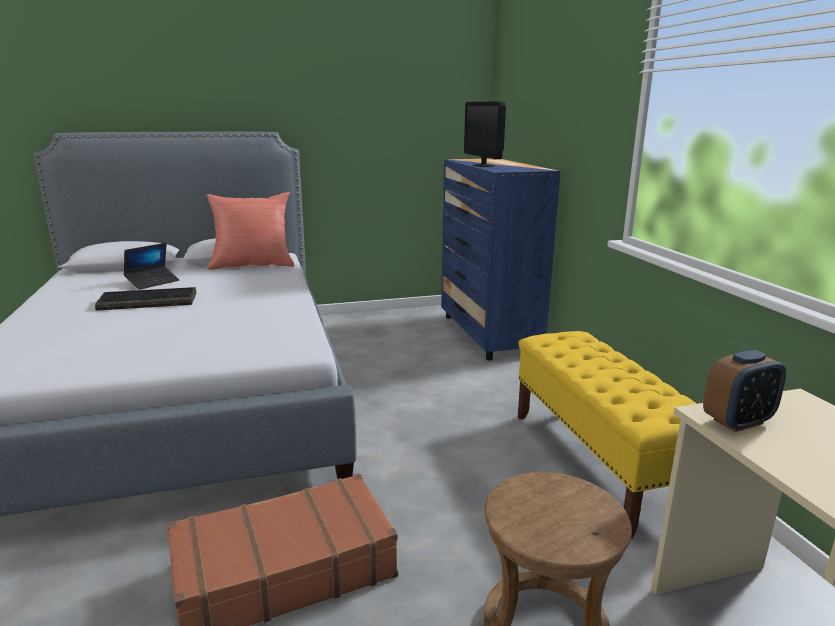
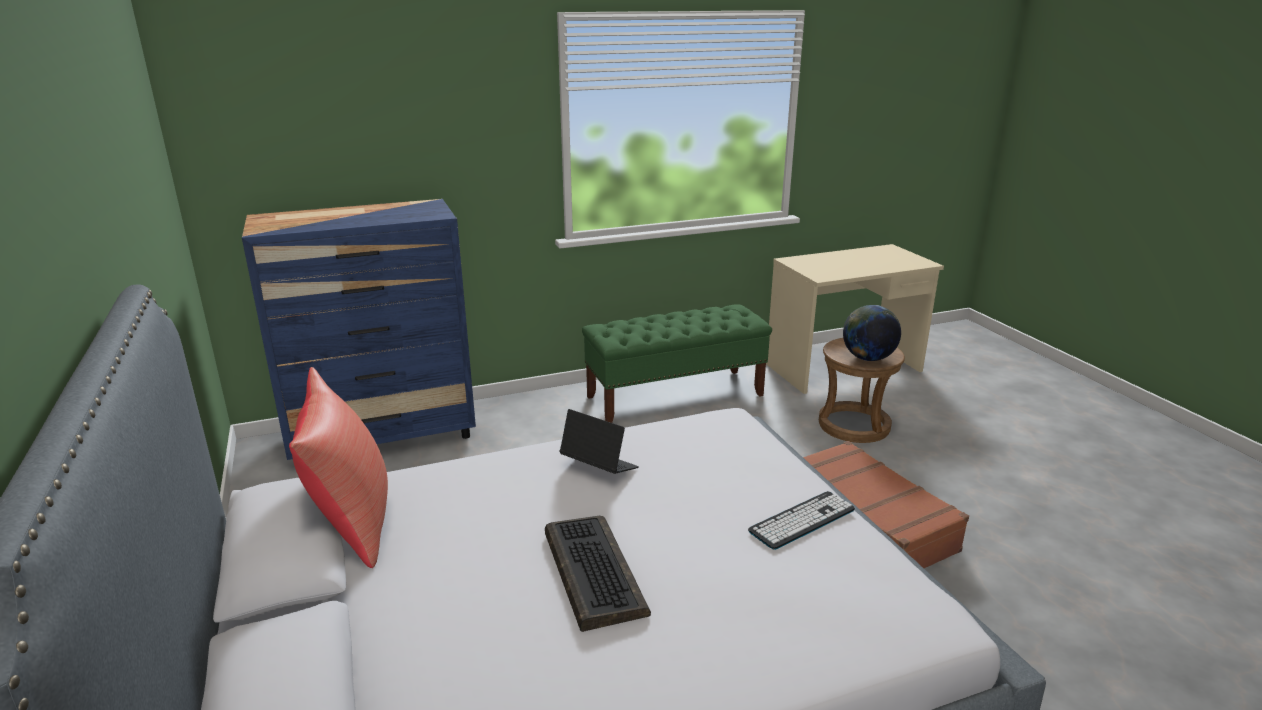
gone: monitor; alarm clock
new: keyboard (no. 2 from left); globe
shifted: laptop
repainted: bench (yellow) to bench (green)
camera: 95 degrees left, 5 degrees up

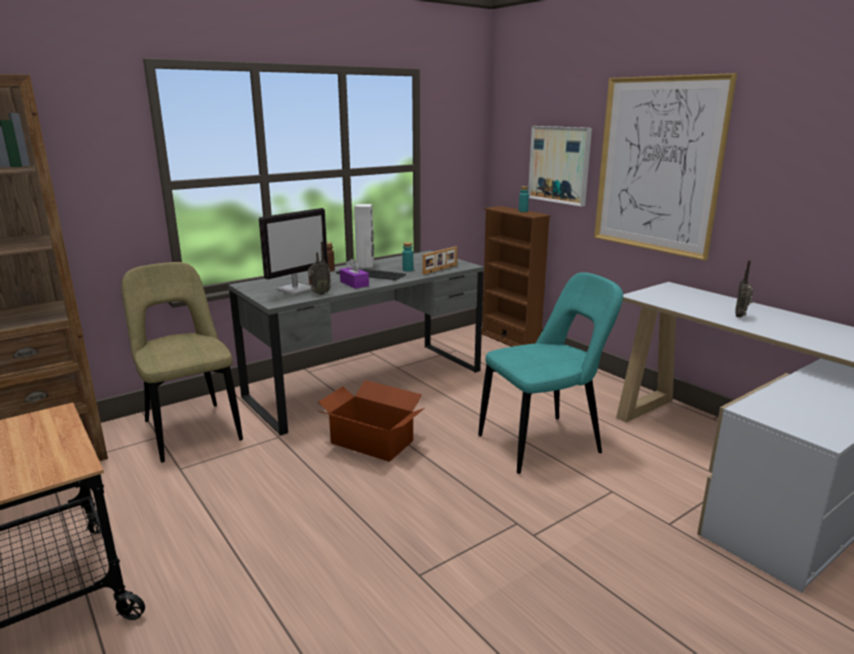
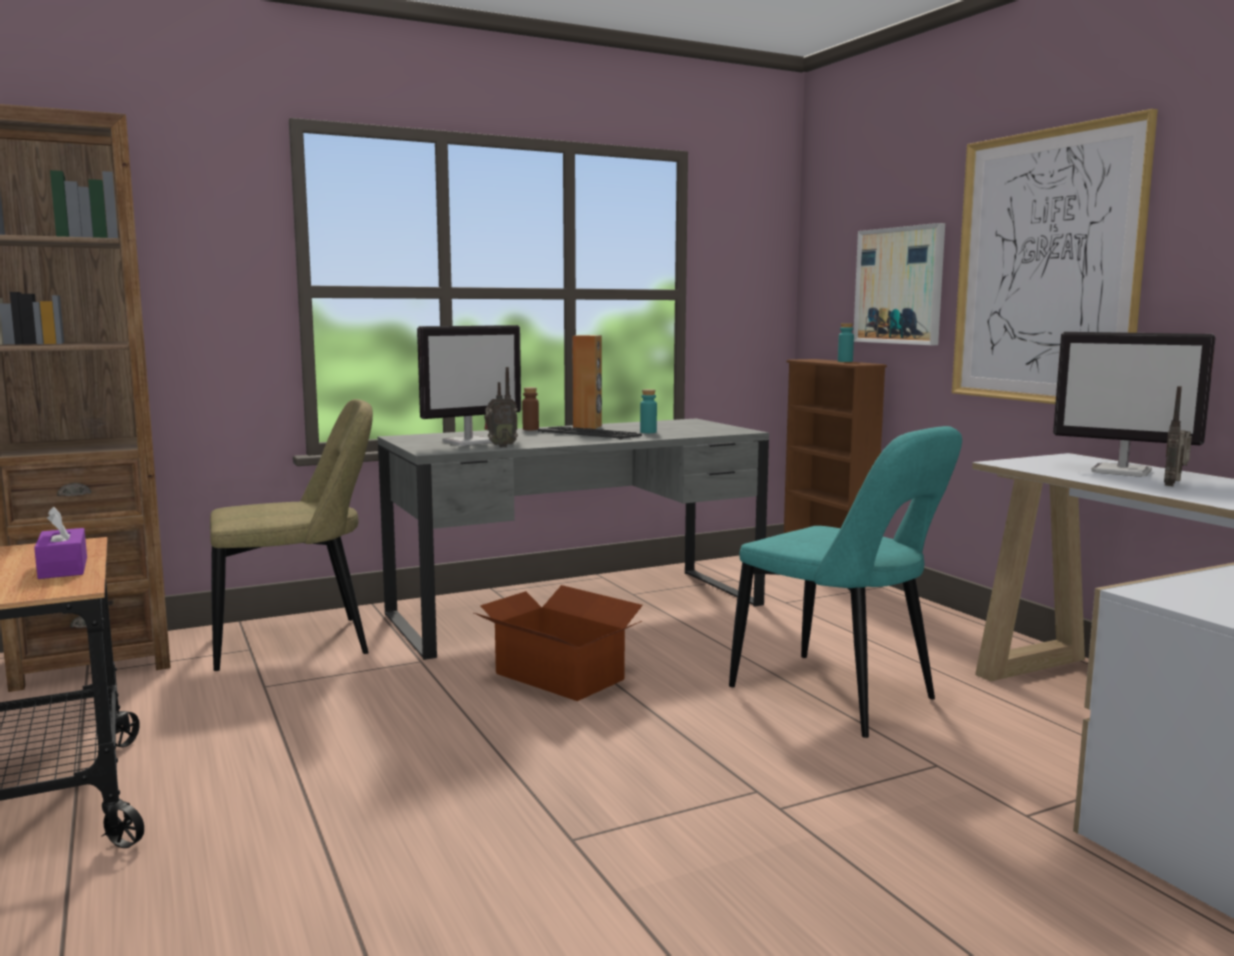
gone: picture frame
new: monitor (no. 2 from left)
shifted: tissue box (purple)
repainted: speaker (white) to speaker (brown)
rotated: chair (beige) 90 degrees clockwise; chair (turquoise) 60 degrees clockwise
camera: 10 degrees right, 10 degrees down

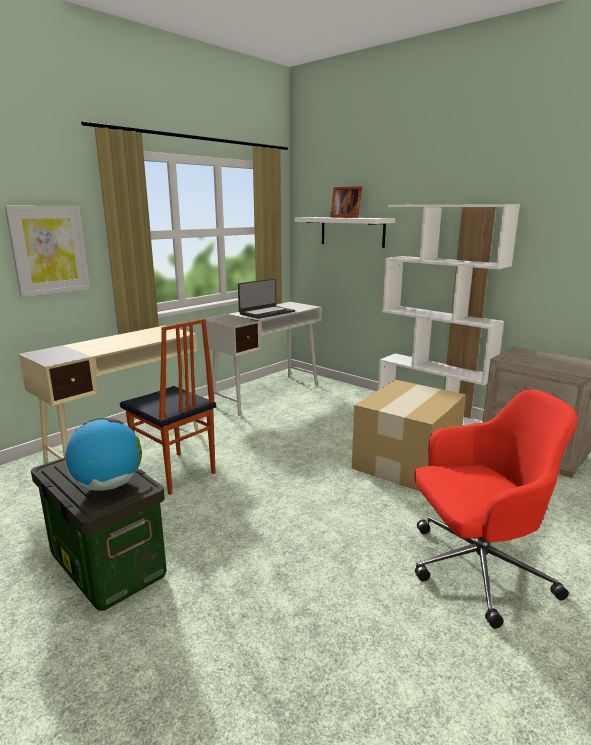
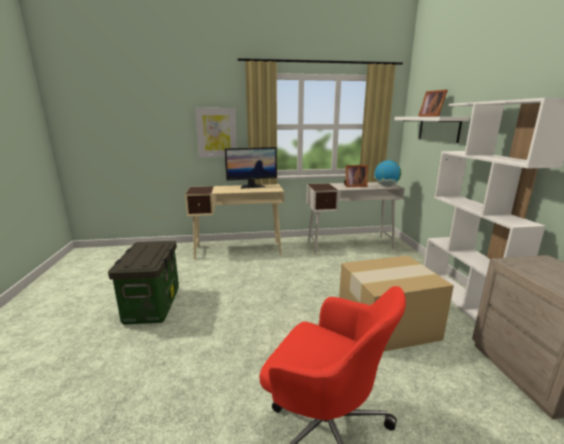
gone: chair
new: monitor
shifted: globe
swapped: laptop to picture frame (no. 1 from left)
camera: 40 degrees right, 0 degrees up

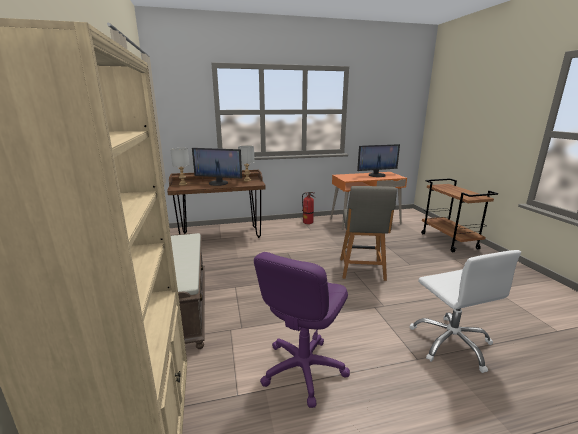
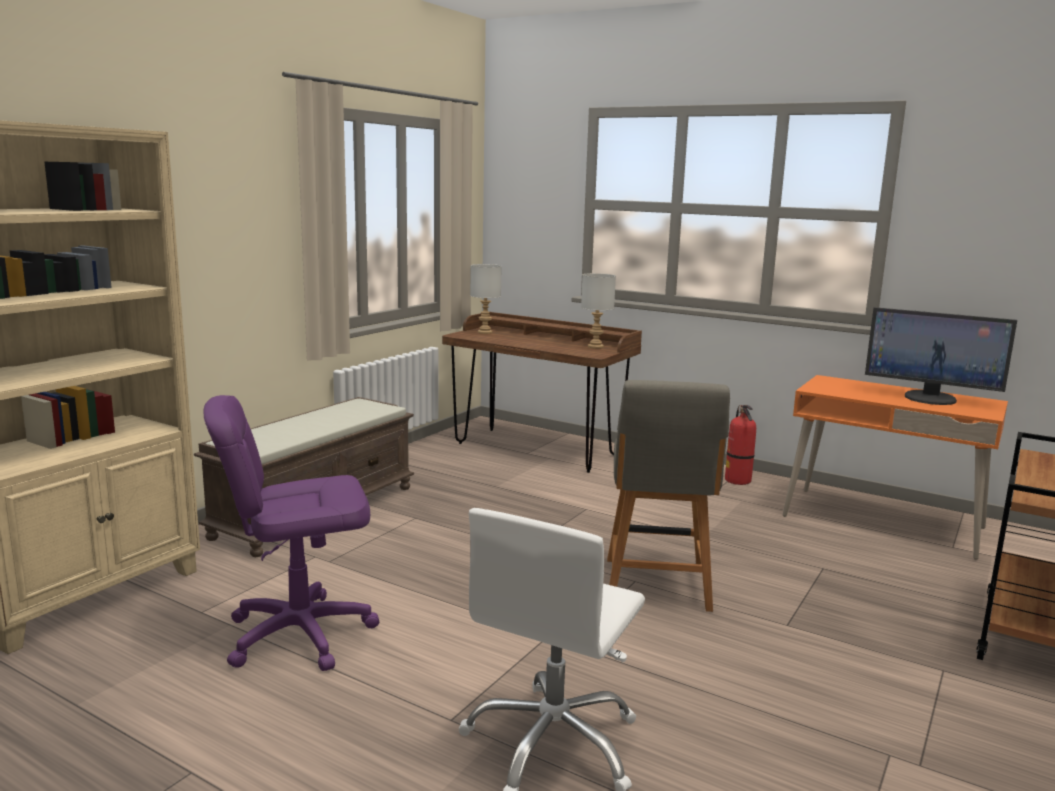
gone: monitor (no. 1 from left)
rotated: chair (grey) 45 degrees counterclockwise
camera: 45 degrees right, 5 degrees down

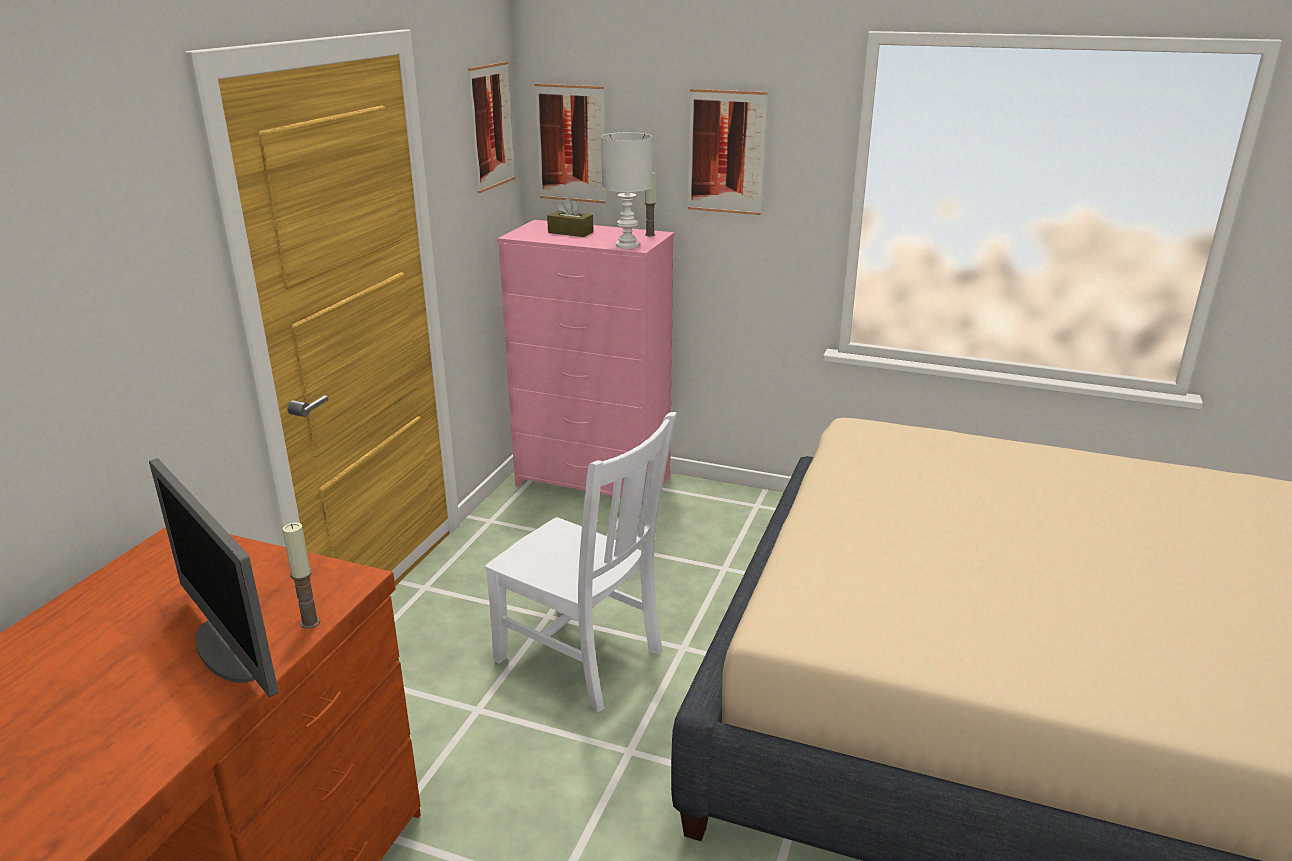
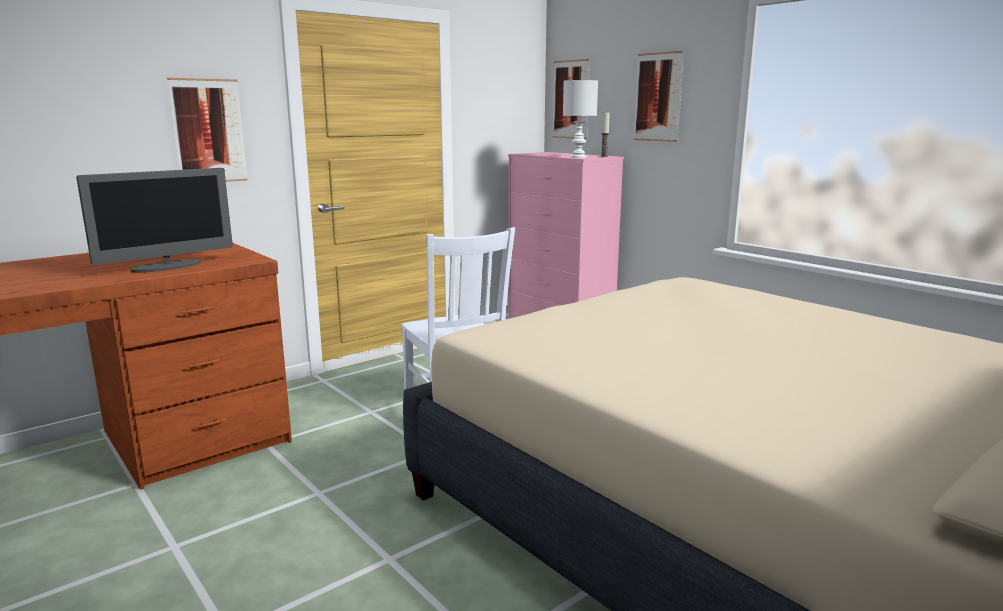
gone: candle (no. 1 from left); tissue box (brown)
shifted: picture (no. 1 from left)
rotated: monitor 120 degrees counterclockwise
camera: 30 degrees right, 10 degrees down

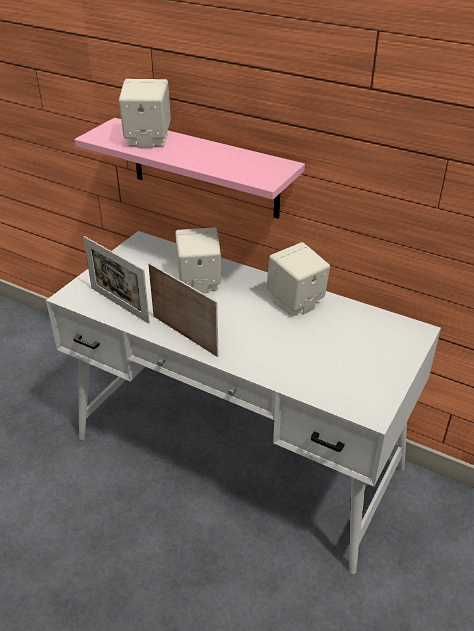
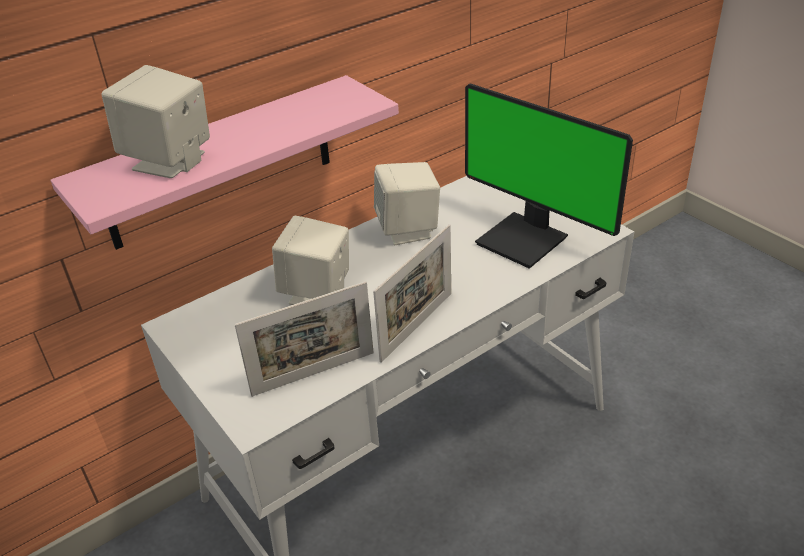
new: monitor
rotated: picture frame (no. 2 from left) 150 degrees clockwise
camera: 65 degrees left, 0 degrees up

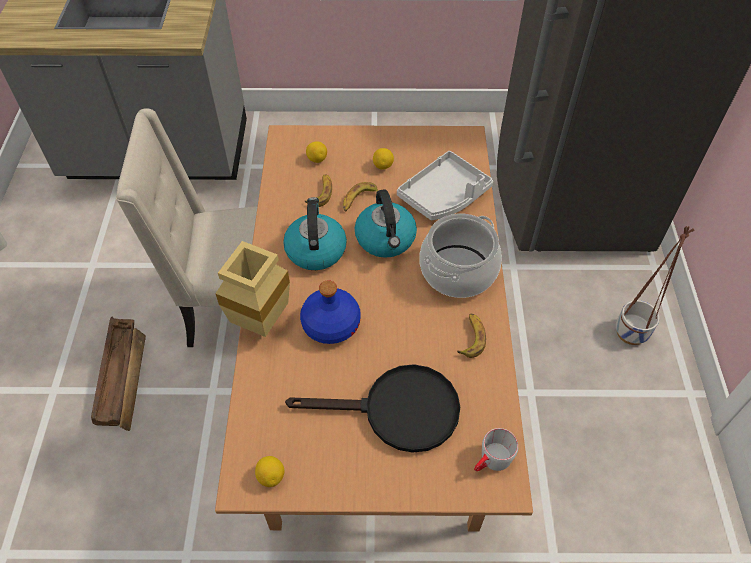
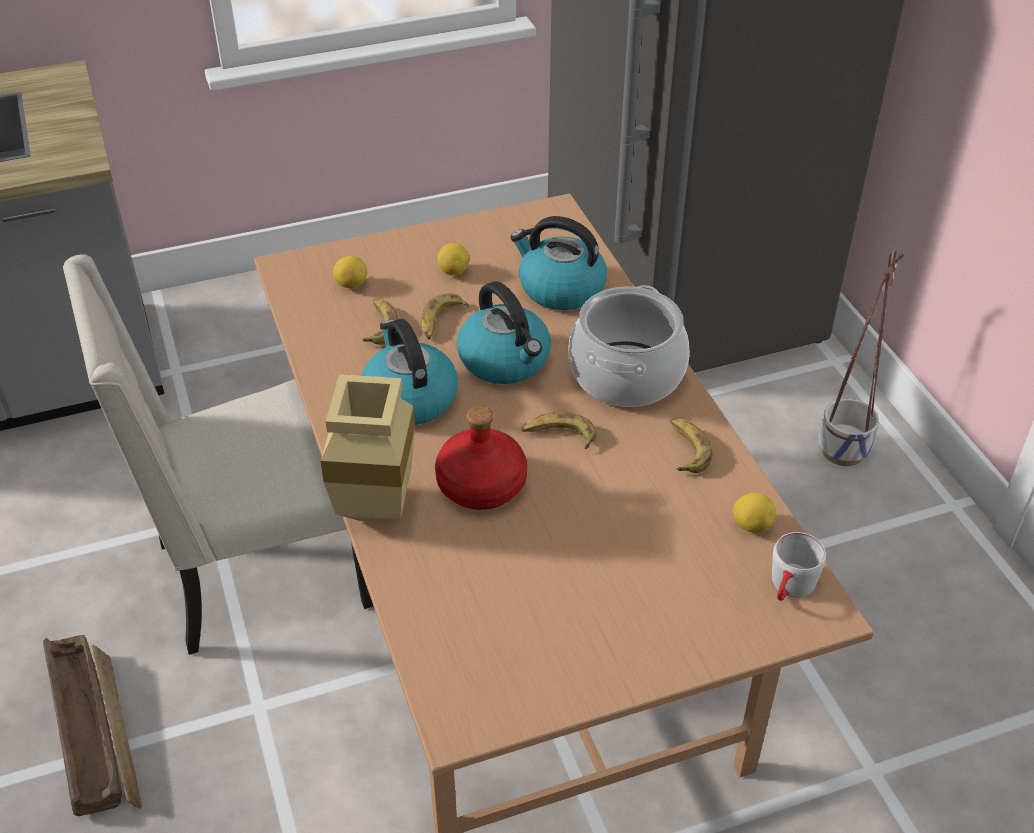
gone: frying pan (black)
new: banana (no. 3 from left)
shifted: lemon (no. 1 from left in the first image) to lemon (no. 3 from left)
swapped: tray (grey) to kettle (no. 3 from left)
repainted: bottle (blue) to bottle (red)
camera: 20 degrees left, 10 degrees down

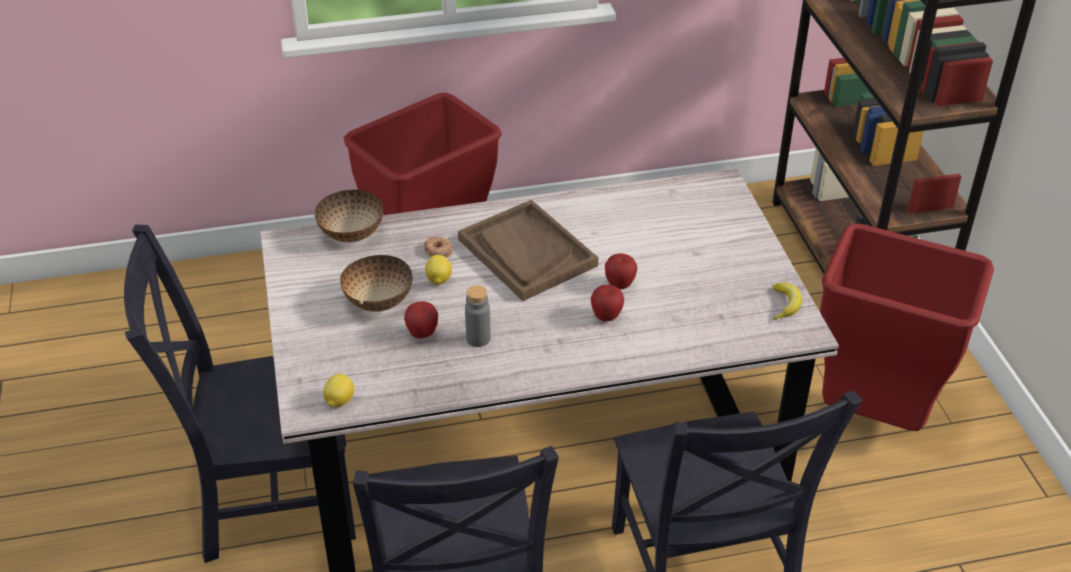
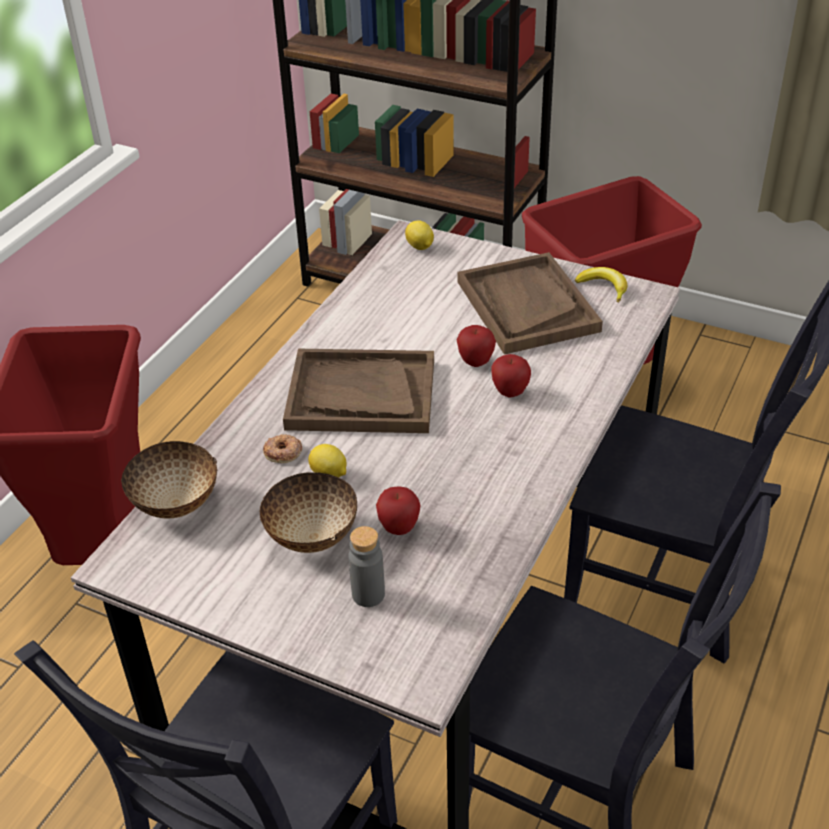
new: tray (brown) (no. 2 from left)
shifted: lemon (no. 1 from left in the first image) to lemon (no. 2 from left); bottle (grey)
camera: 50 degrees left, 0 degrees up

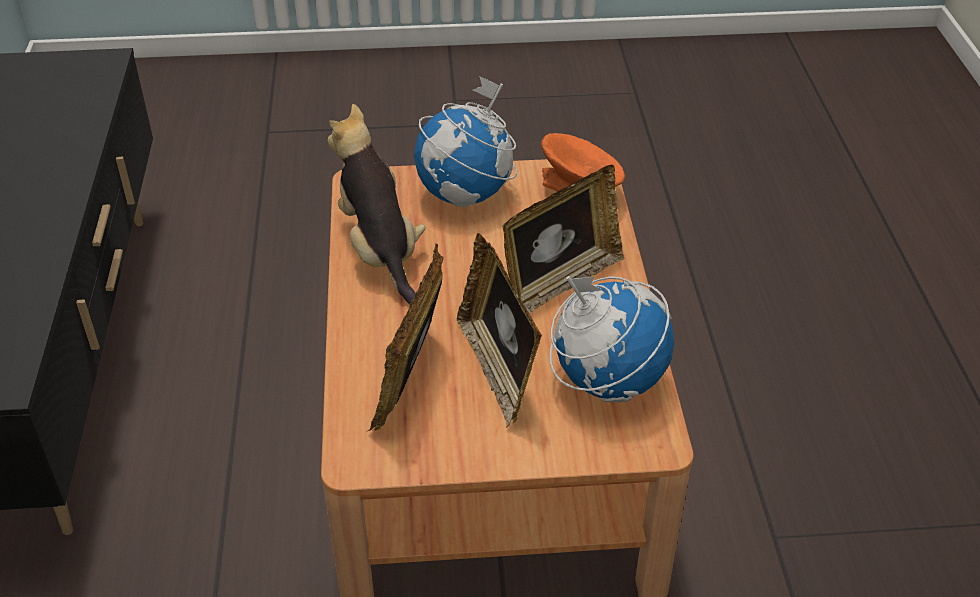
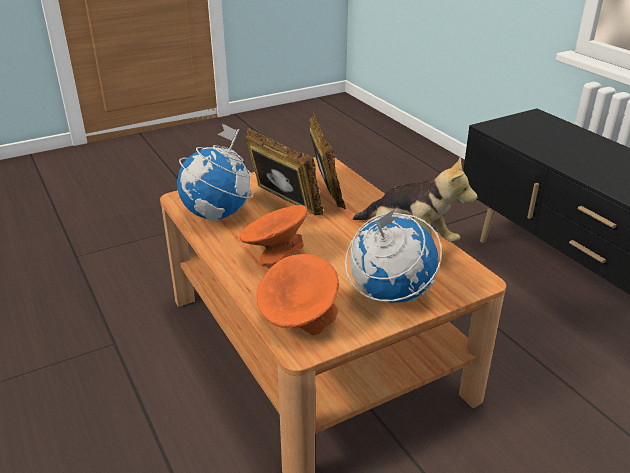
swapped: picture frame (no. 3 from left) to bowl (orange) (no. 1 from left)
camera: 155 degrees right, 10 degrees down

